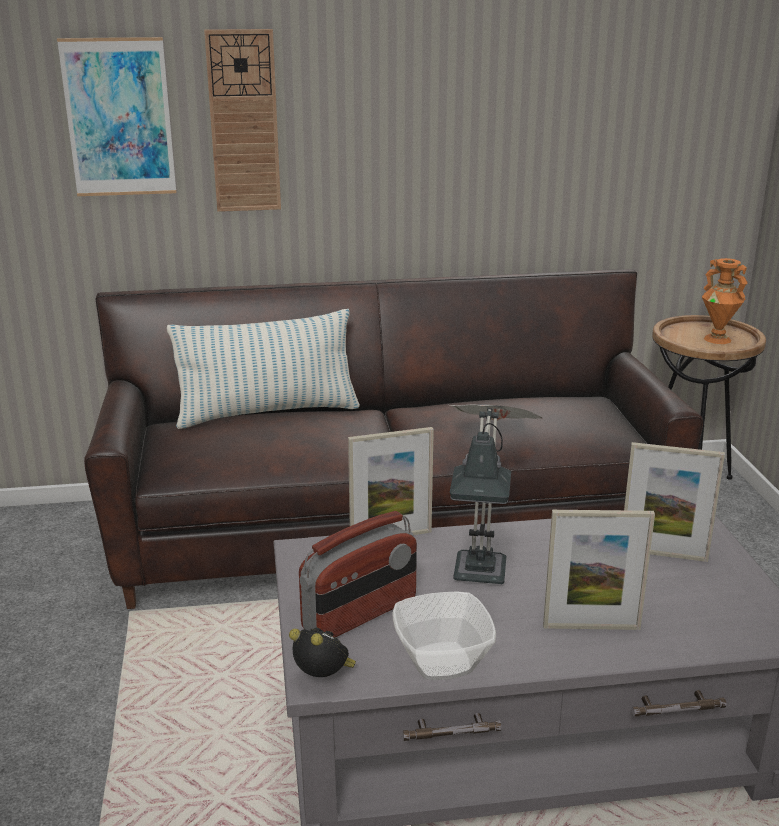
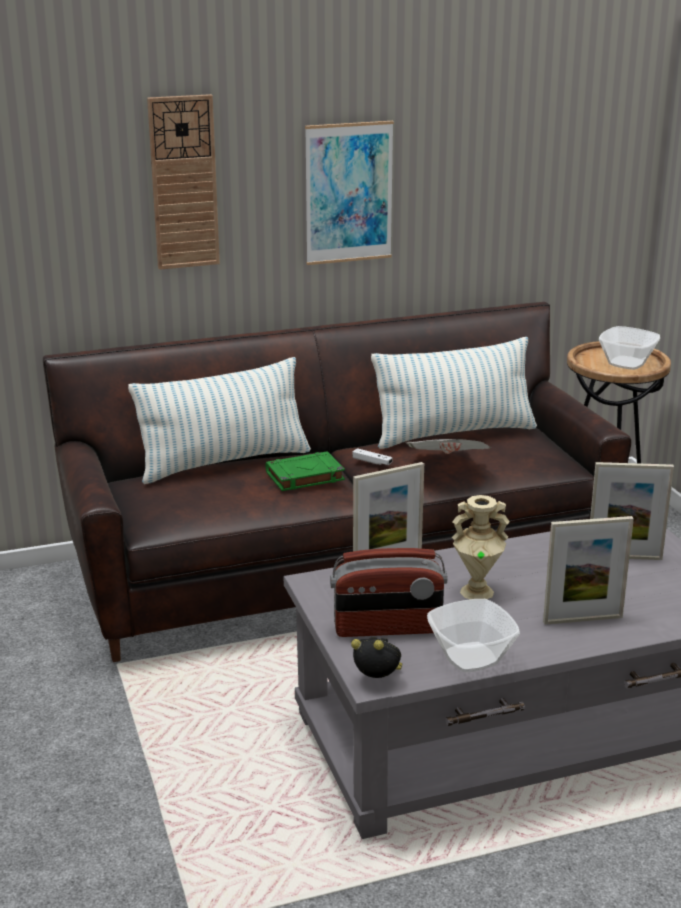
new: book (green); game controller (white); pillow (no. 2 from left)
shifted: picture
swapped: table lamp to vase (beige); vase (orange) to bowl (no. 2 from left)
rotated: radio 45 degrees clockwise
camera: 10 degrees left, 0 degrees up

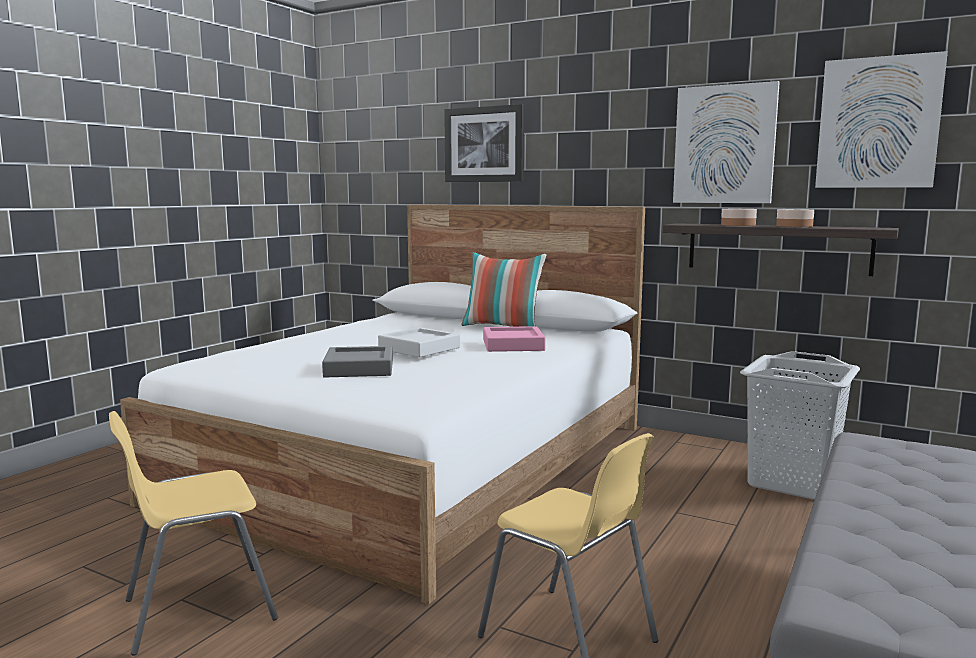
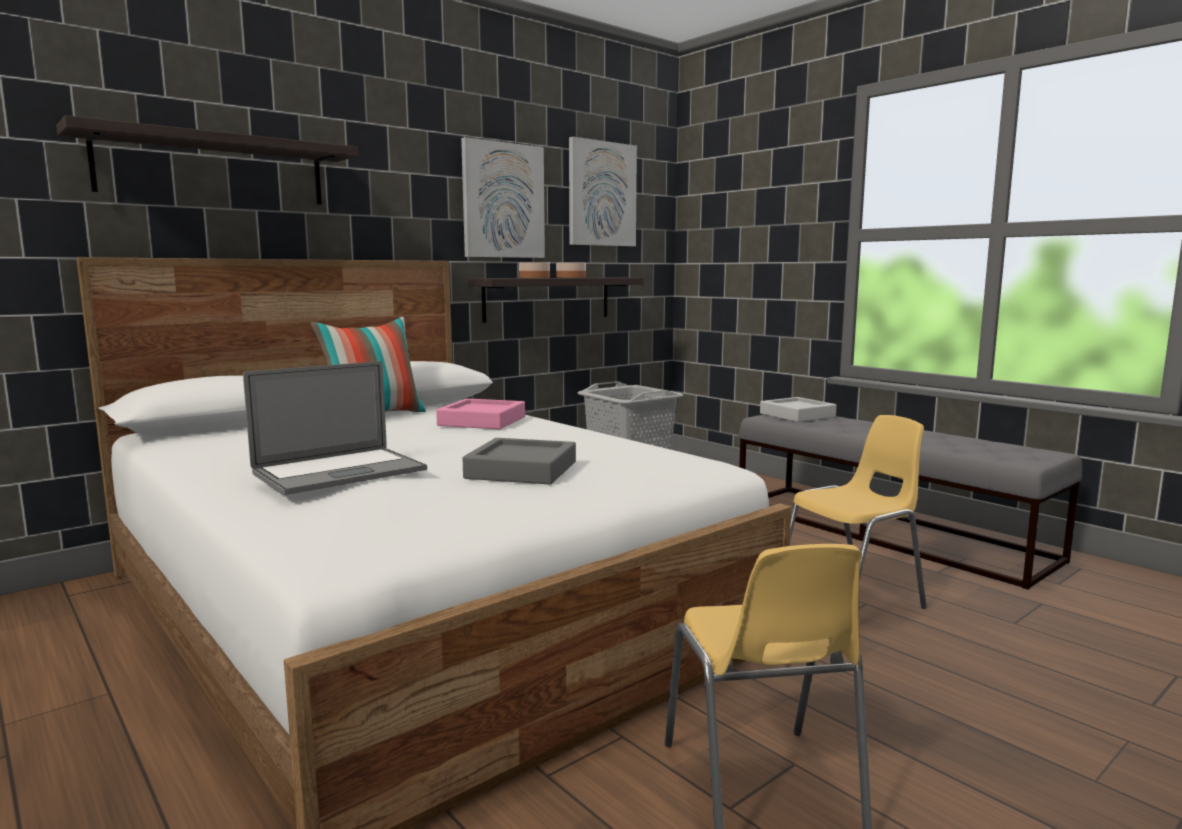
new: laptop
shifted: tray (grey) (no. 2 from left)
swapped: picture (no. 1 from left) to shelf (no. 1 from left)
camera: 70 degrees left, 0 degrees up

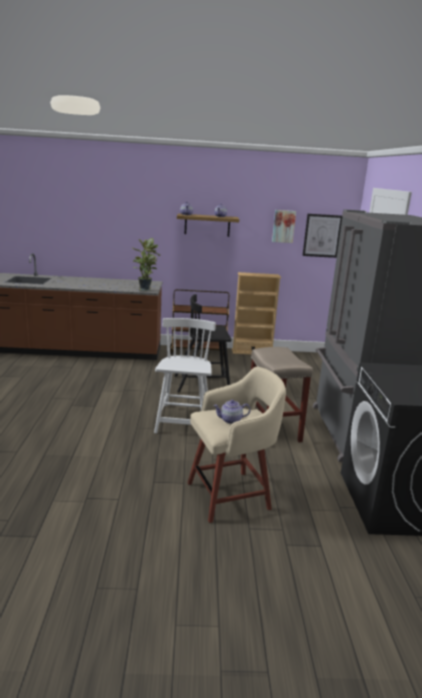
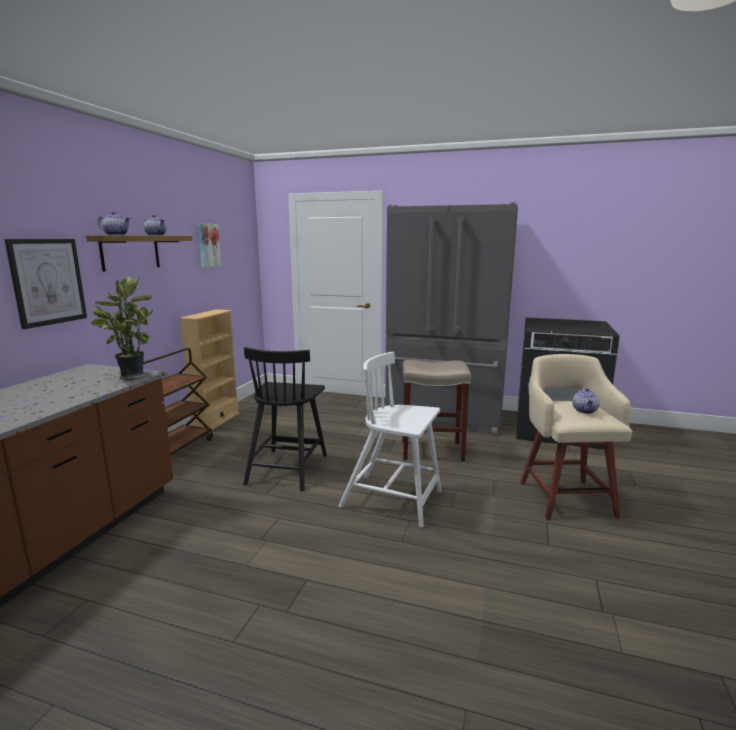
shifted: picture (no. 2 from left in the first image) to picture (no. 1 from left)
camera: 70 degrees left, 5 degrees down

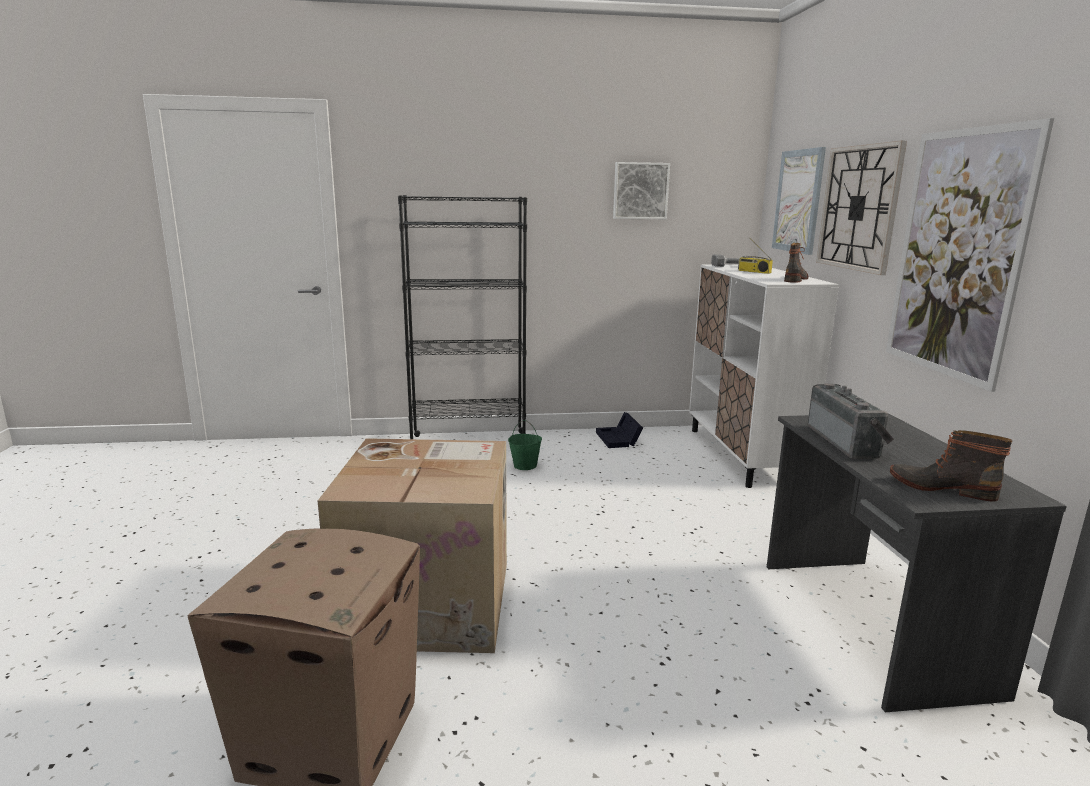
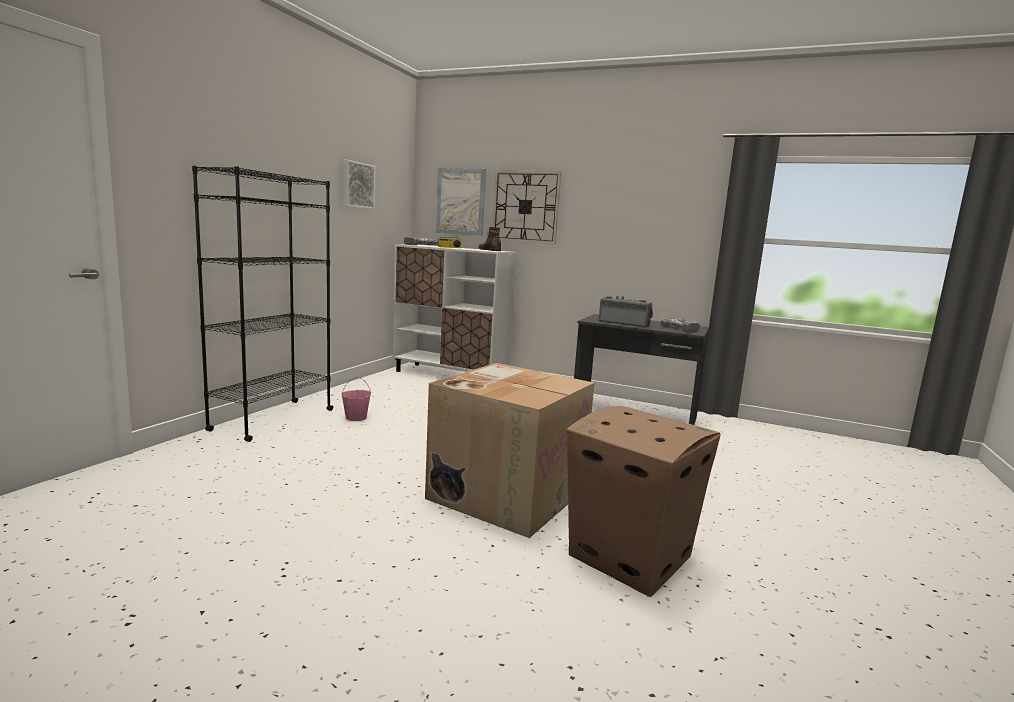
gone: storage box (black); picture (no. 3 from left)
swapped: boot (no. 2 from left) to power drill (no. 2 from left)
repainted: bucket (green) to bucket (pink)
camera: 60 degrees left, 5 degrees down

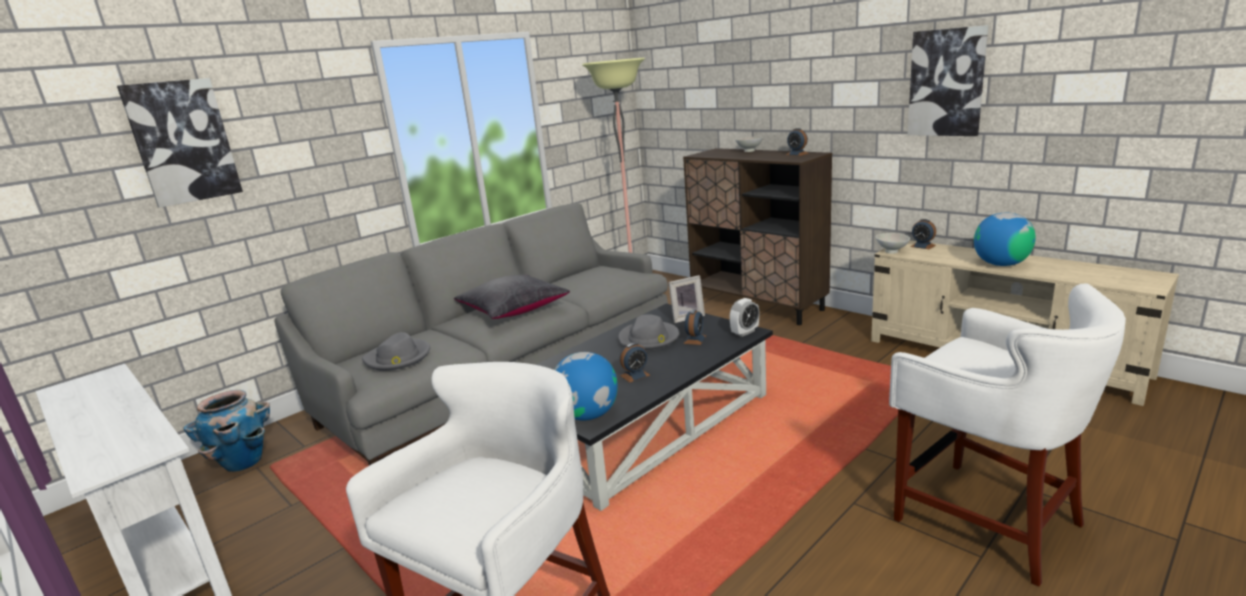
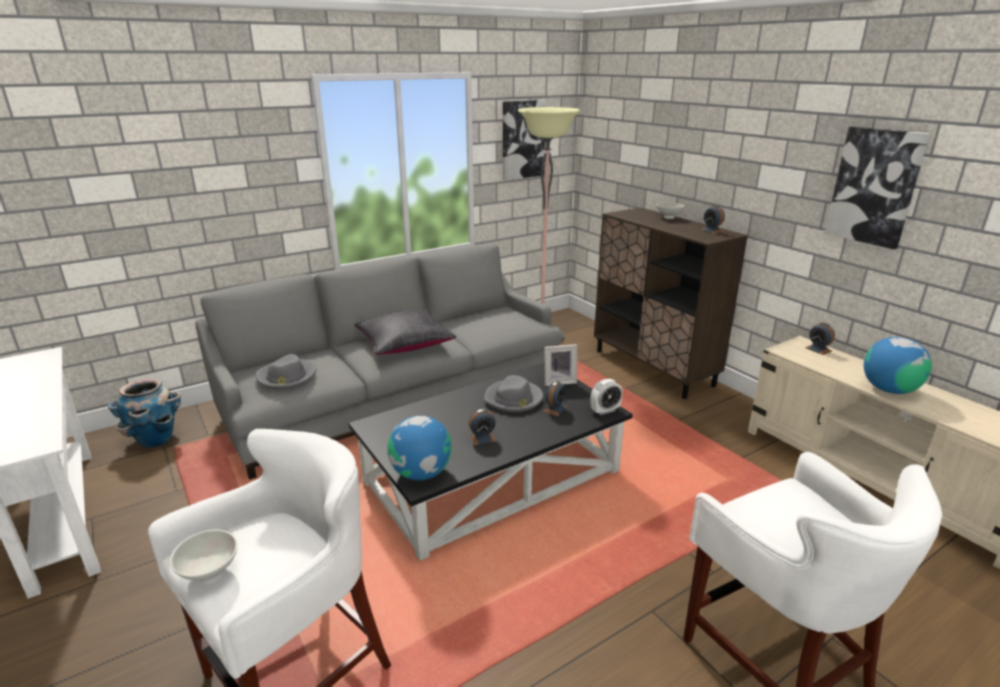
shifted: picture (no. 1 from left); bowl (white) (no. 2 from left in the first image) to bowl (white) (no. 1 from left)
camera: 10 degrees right, 5 degrees up

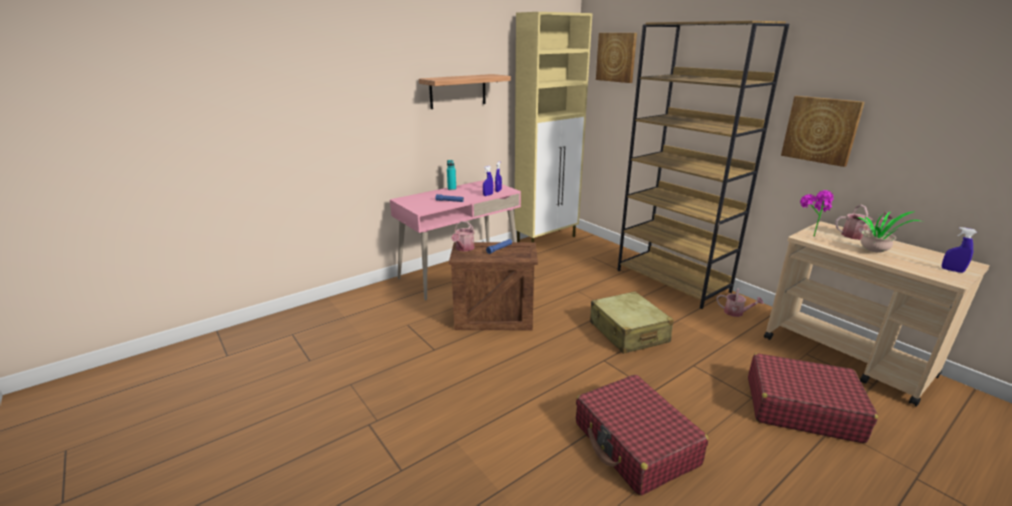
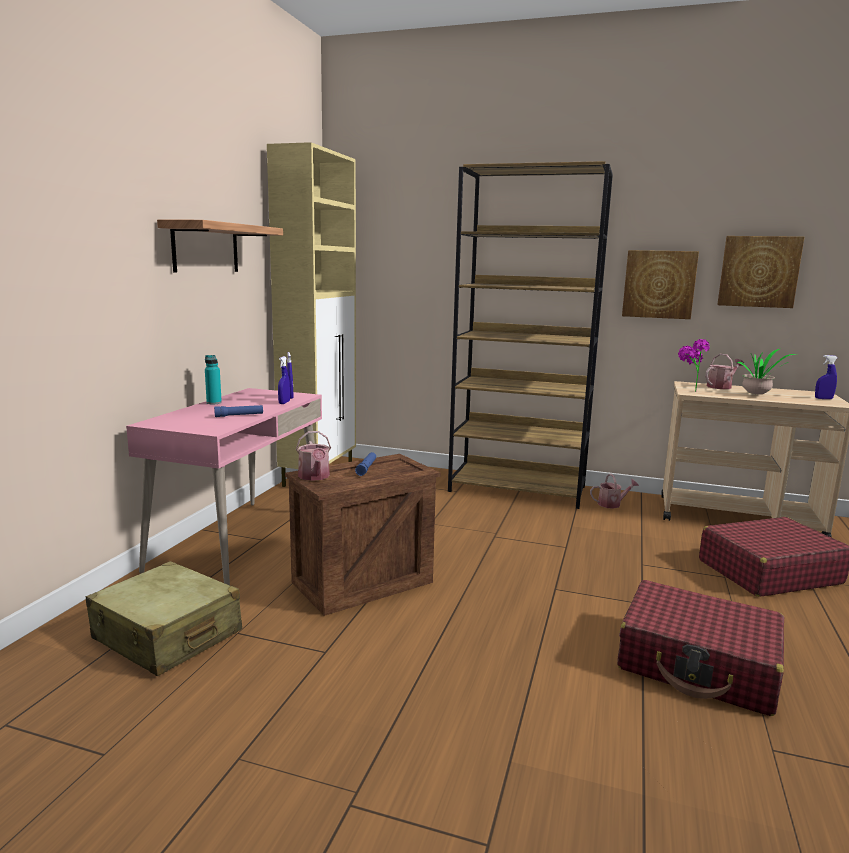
shifted: suitcase (beige); picture (no. 1 from left in the first image) to picture (no. 2 from left)
camera: 35 degrees left, 10 degrees down

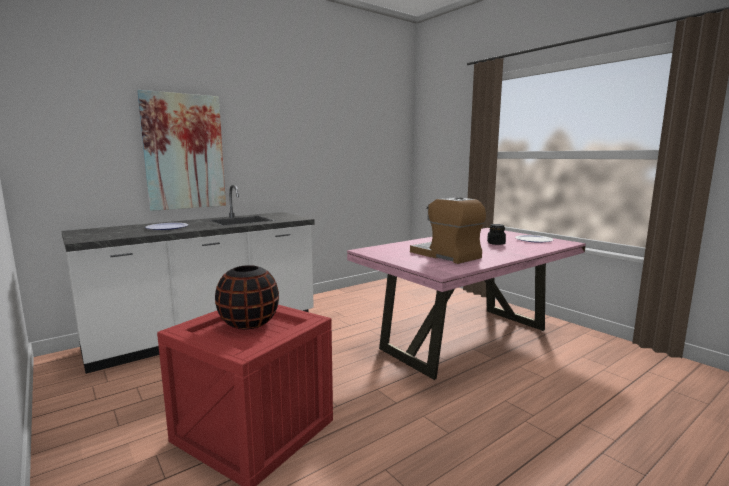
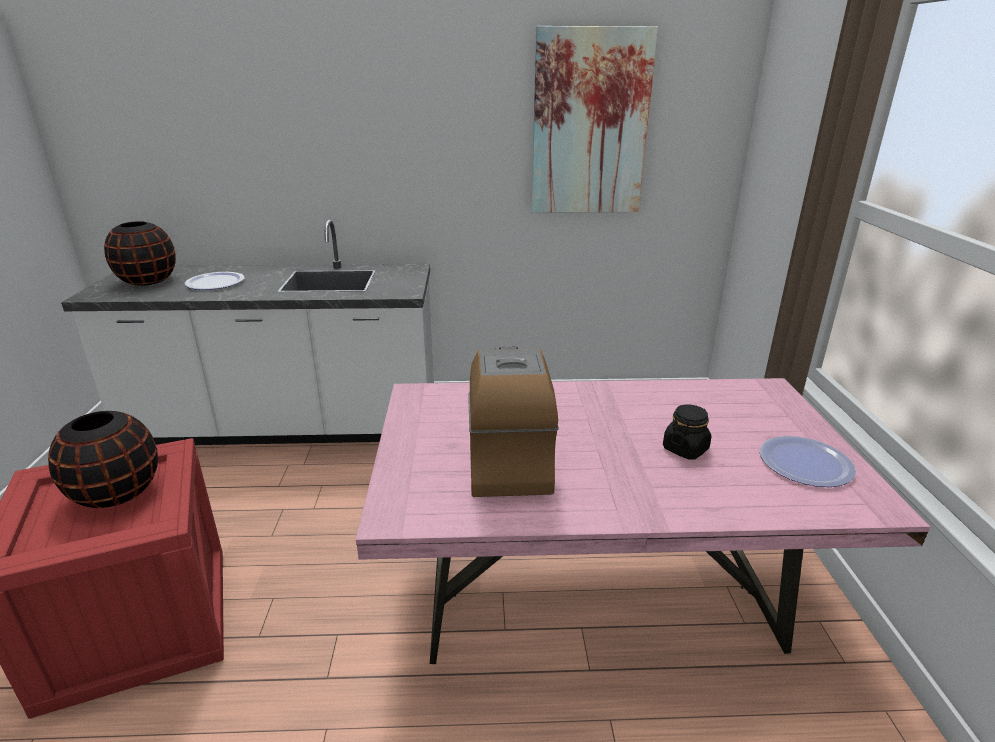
new: vase (black) (no. 2 from left)
shifted: picture
camera: 35 degrees right, 15 degrees up

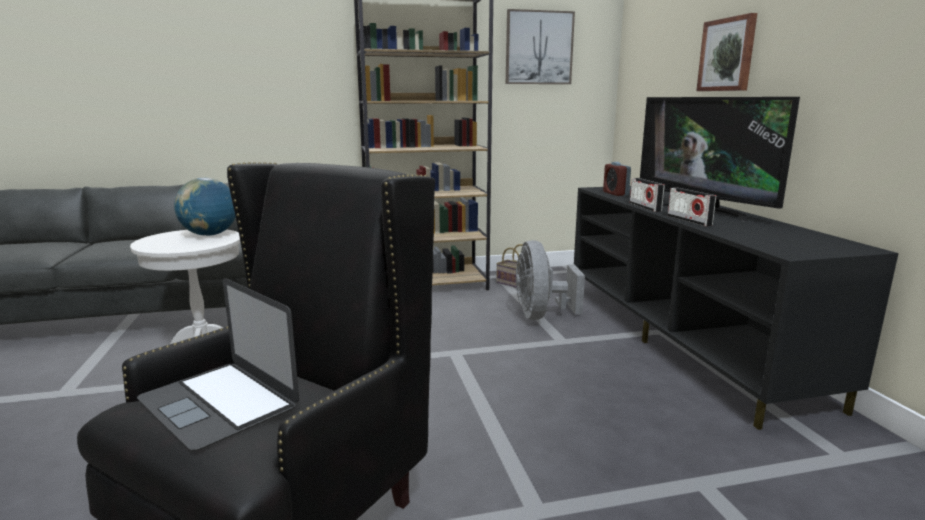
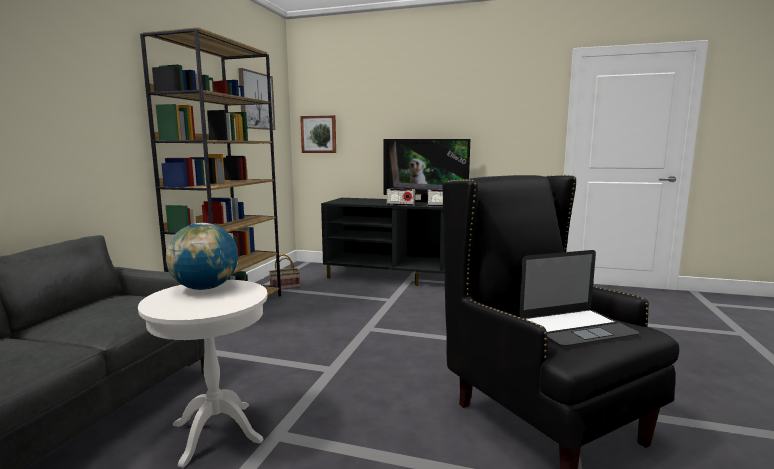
gone: fan (grey); alarm clock
shifted: picture (no. 2 from left)
camera: 60 degrees left, 5 degrees down

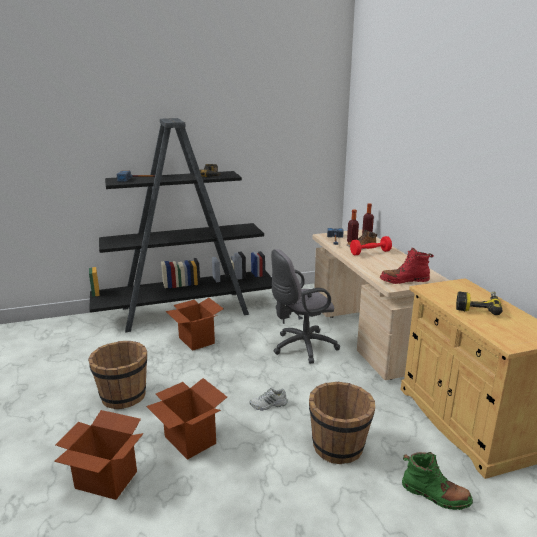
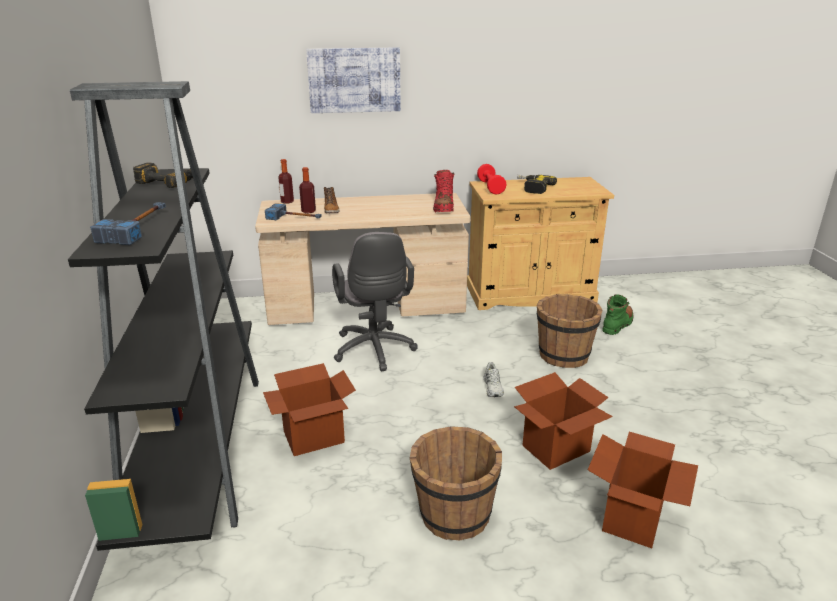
new: picture
shifted: dumbbell (red)
camera: 80 degrees left, 5 degrees up

